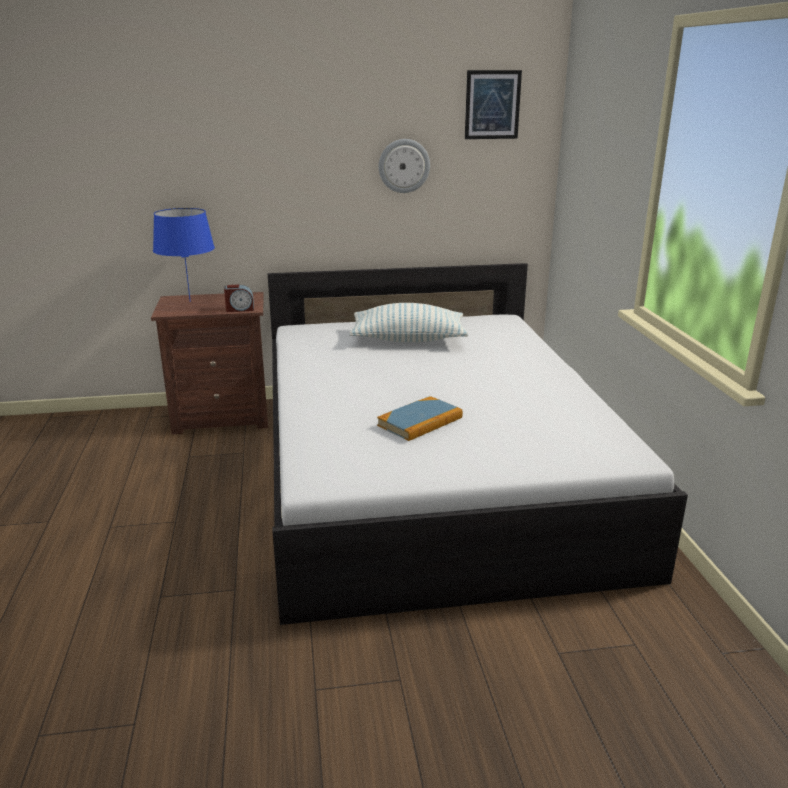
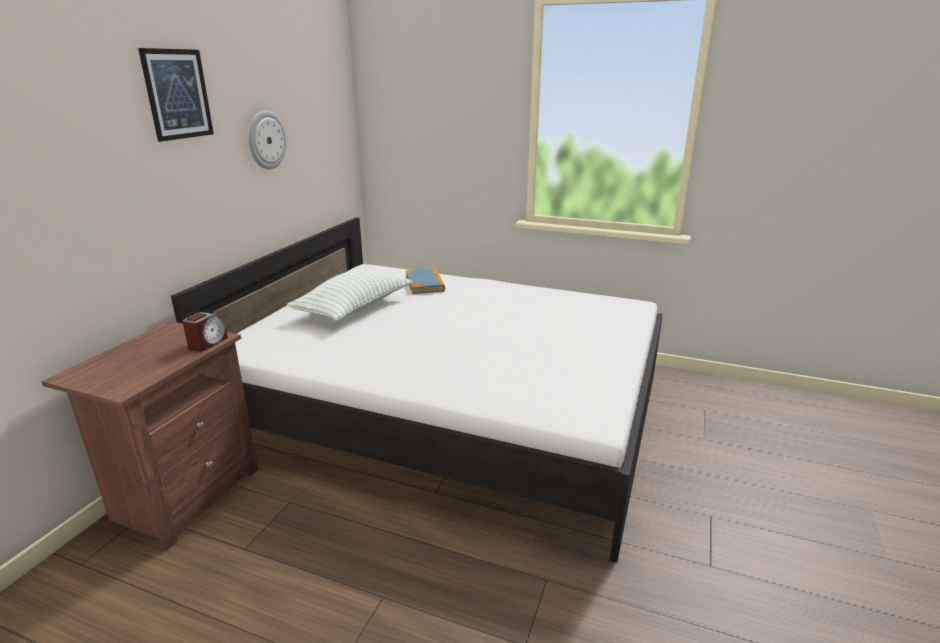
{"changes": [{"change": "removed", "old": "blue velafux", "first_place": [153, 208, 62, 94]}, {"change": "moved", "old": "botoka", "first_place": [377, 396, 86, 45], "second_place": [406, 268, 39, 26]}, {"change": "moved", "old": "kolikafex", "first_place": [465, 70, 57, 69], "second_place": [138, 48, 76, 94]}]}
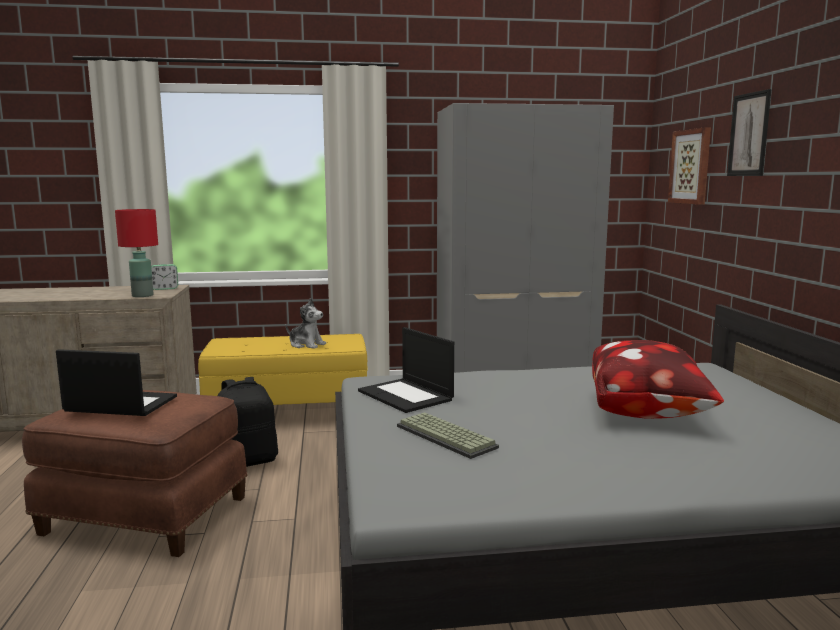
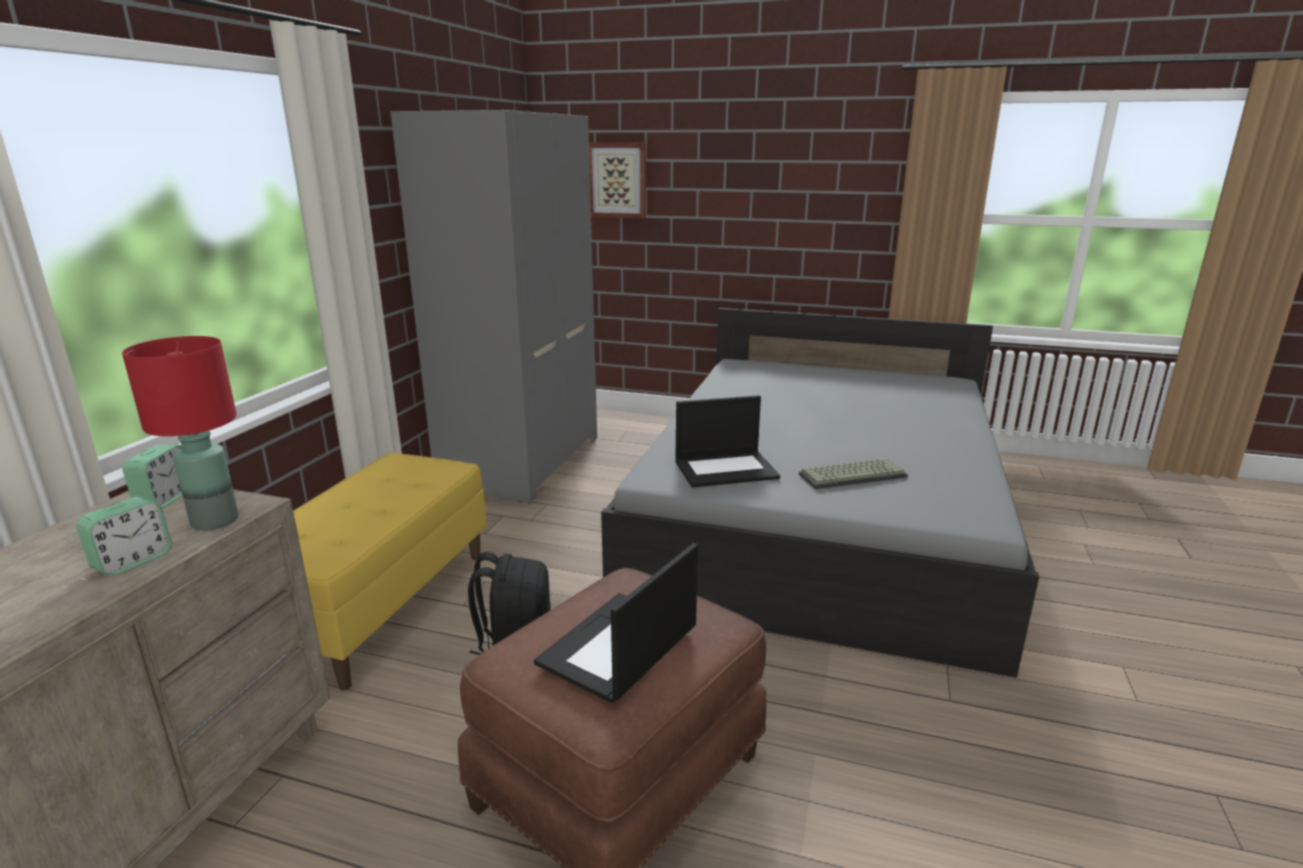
{"changes": [{"change": "removed", "old": "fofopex", "first_place": [286, 298, 40, 51]}, {"change": "removed", "old": "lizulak", "first_place": [592, 340, 132, 79]}, {"change": "removed", "old": "kolikafex", "first_place": [727, 89, 44, 87]}, {"change": "added", "new": "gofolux", "second_place": [76, 496, 96, 80]}]}
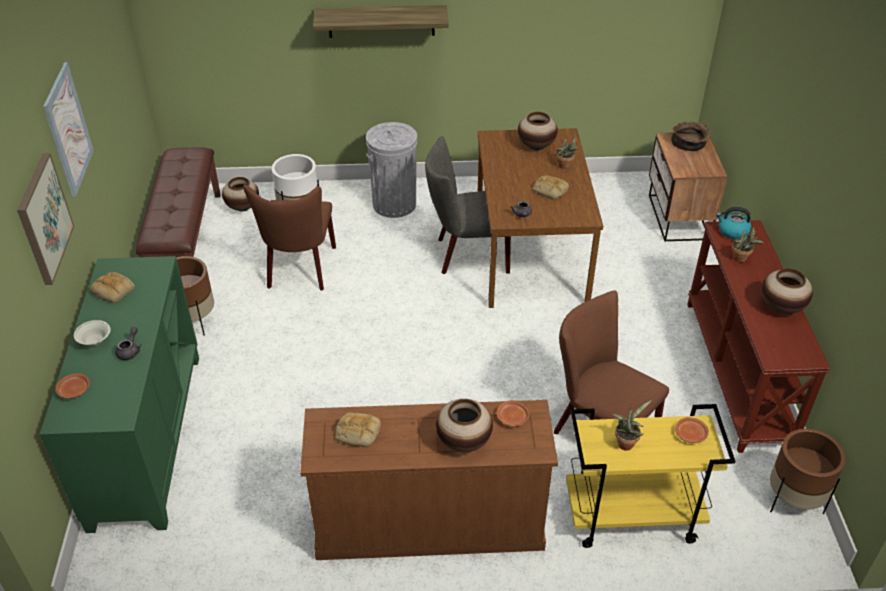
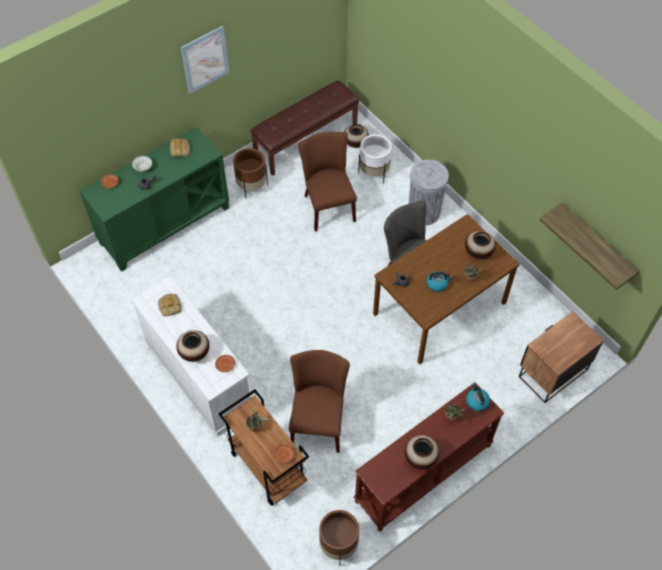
{"changes": [{"change": "removed", "old": "kolikafex", "first_place": [17, 153, 57, 132]}, {"change": "removed", "old": "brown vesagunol", "first_place": [671, 122, 40, 29]}, {"change": "moved", "old": "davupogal", "first_place": [313, 5, 136, 33], "second_place": [539, 203, 100, 87]}, {"change": "replaced", "old": "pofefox", "new": "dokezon", "first_place": [533, 176, 36, 24], "second_place": [426, 271, 26, 21]}, {"change": "recoloured", "old": "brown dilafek", "new": "white dilafek", "first_place": [300, 400, 258, 160], "second_place": [131, 276, 119, 160]}, {"change": "recoloured", "old": "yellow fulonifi", "new": "brown fulonifi", "first_place": [566, 404, 170, 144], "second_place": [218, 389, 91, 117]}, {"change": "turned", "old": "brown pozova", "first_place": [243, 184, 93, 107], "second_place": [298, 132, 59, 100], "degrees": 105}]}
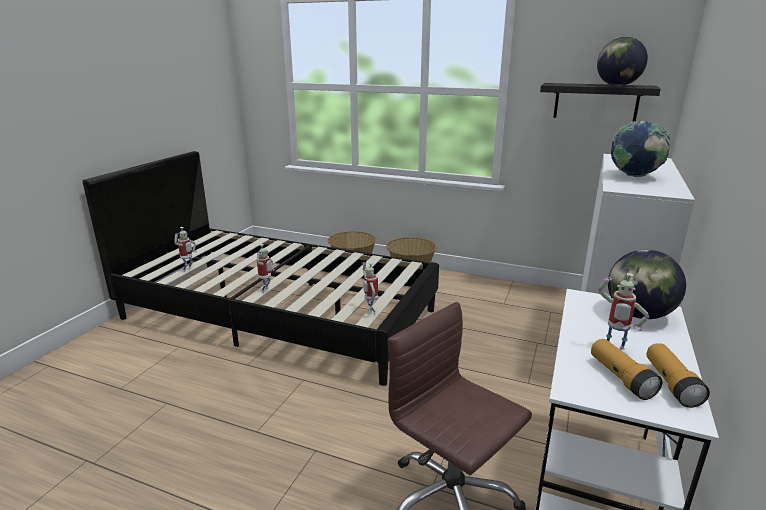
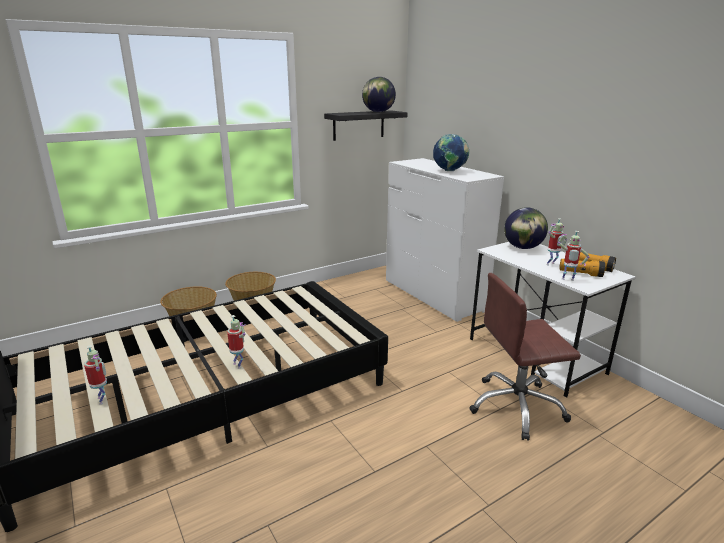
{"changes": [{"change": "moved", "old": "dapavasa", "first_place": [361, 262, 17, 53], "second_place": [558, 231, 31, 50]}]}
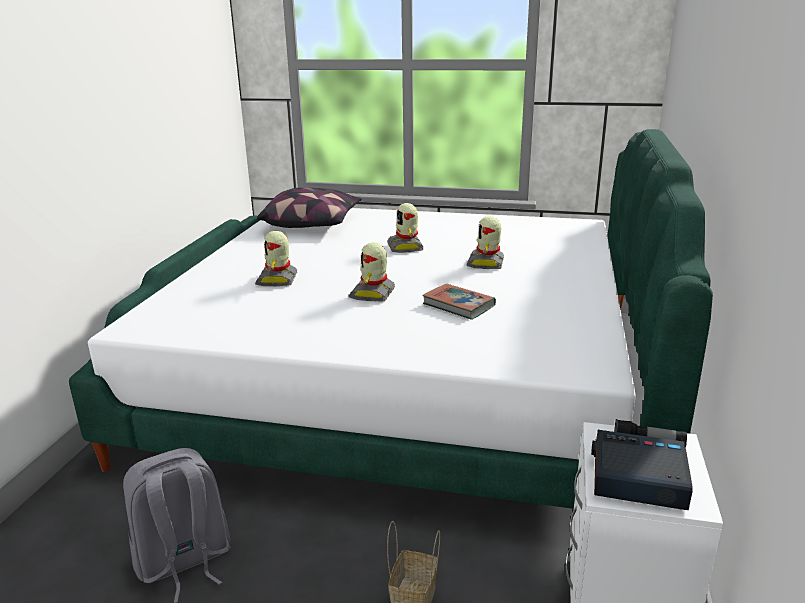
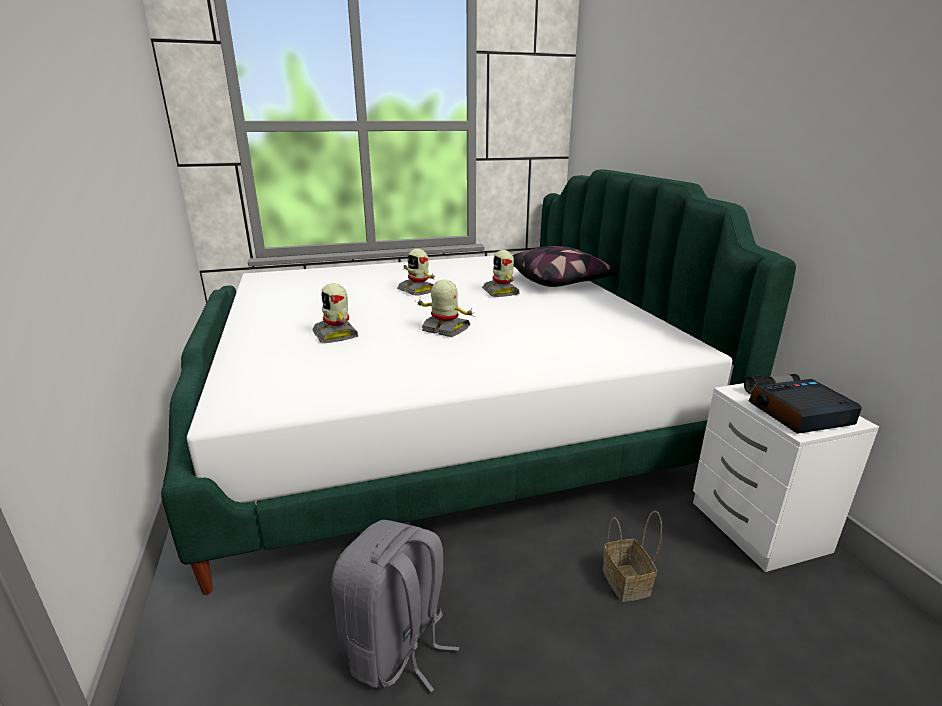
{"changes": [{"change": "removed", "old": "botoka", "first_place": [422, 284, 74, 36]}, {"change": "moved", "old": "lizulak", "first_place": [257, 187, 105, 41], "second_place": [513, 246, 106, 41]}, {"change": "turned", "old": "dapavasa", "first_place": [348, 242, 47, 59], "second_place": [416, 279, 58, 58], "degrees": 135}]}
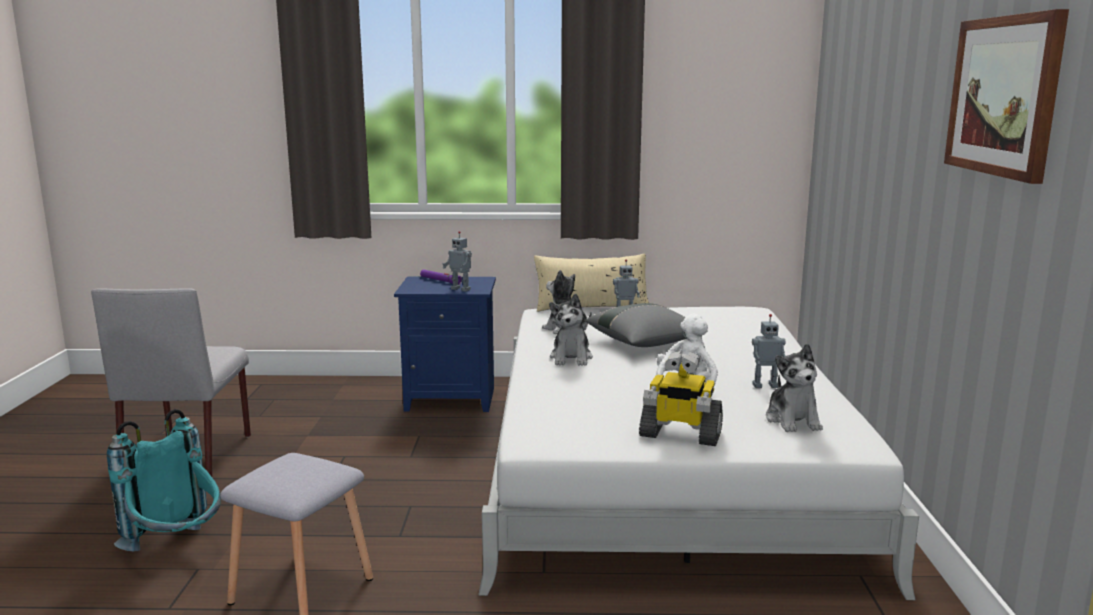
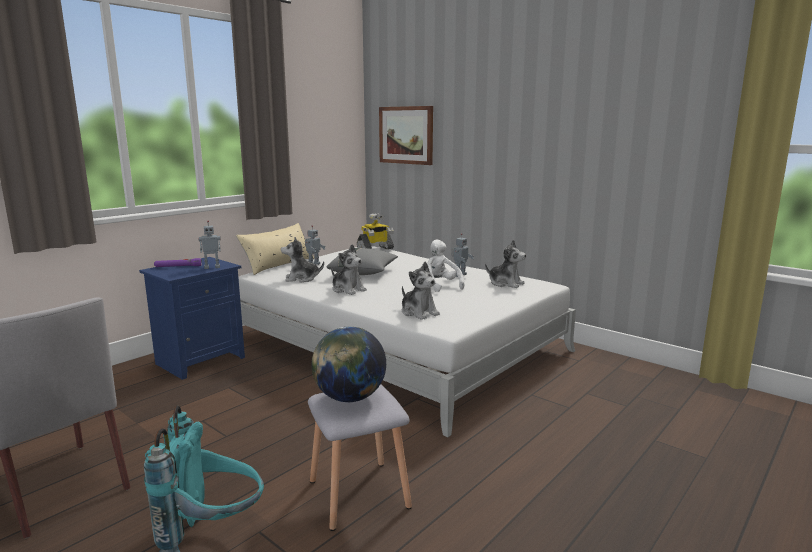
{"changes": [{"change": "added", "new": "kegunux", "second_place": [312, 327, 74, 75]}, {"change": "added", "new": "fofopex", "second_place": [402, 262, 38, 58]}, {"change": "moved", "old": "dapavasa", "first_place": [639, 351, 84, 95], "second_place": [357, 213, 37, 36]}, {"change": "moved", "old": "kolikafex", "first_place": [944, 9, 125, 175], "second_place": [379, 106, 54, 59]}]}
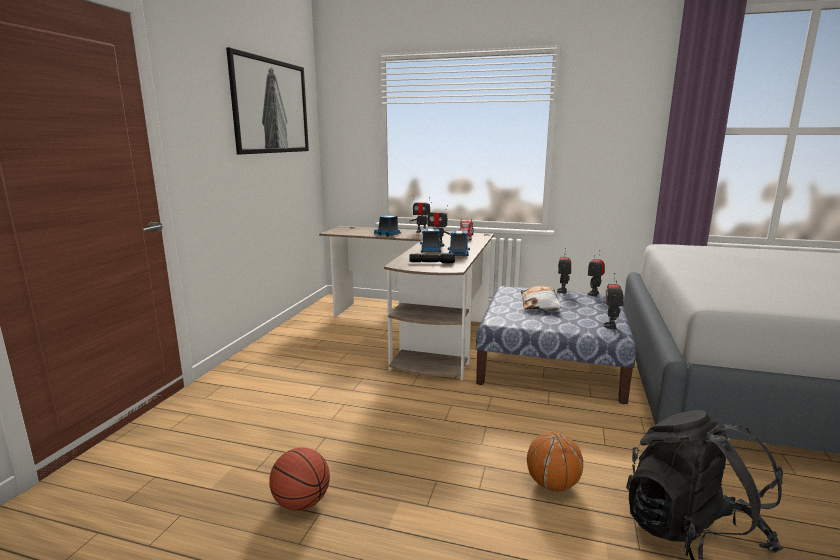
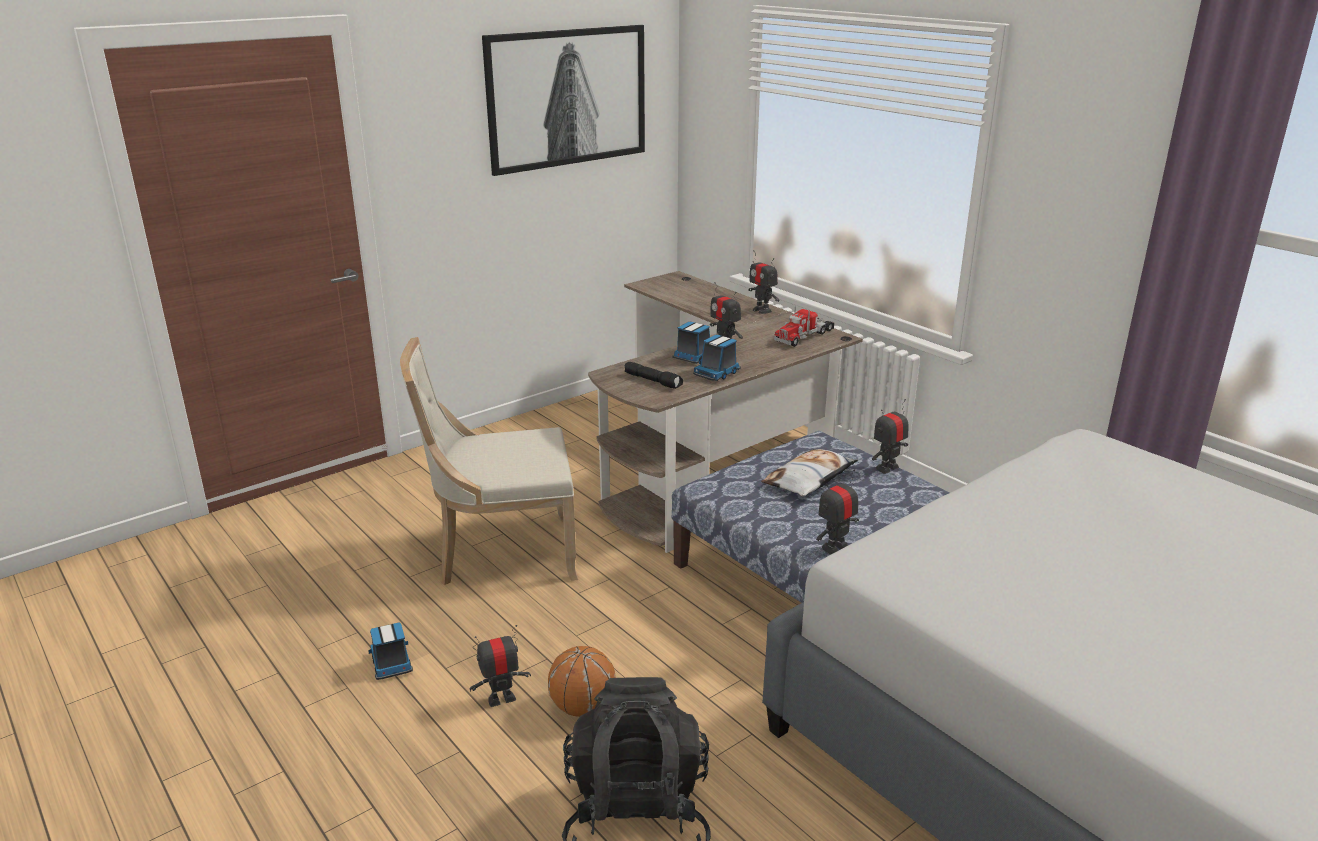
{"changes": [{"change": "removed", "old": "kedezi", "first_place": [269, 448, 61, 63]}, {"change": "added", "new": "beige pozova", "second_place": [400, 337, 178, 248]}, {"change": "moved", "old": "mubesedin", "first_place": [374, 215, 27, 22], "second_place": [368, 622, 45, 58]}, {"change": "moved", "old": "dapavasa", "first_place": [587, 252, 18, 45], "second_place": [469, 625, 62, 82]}]}
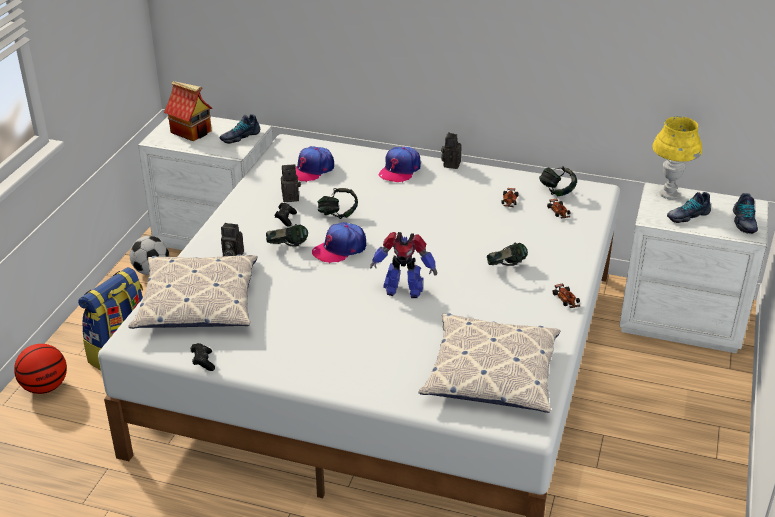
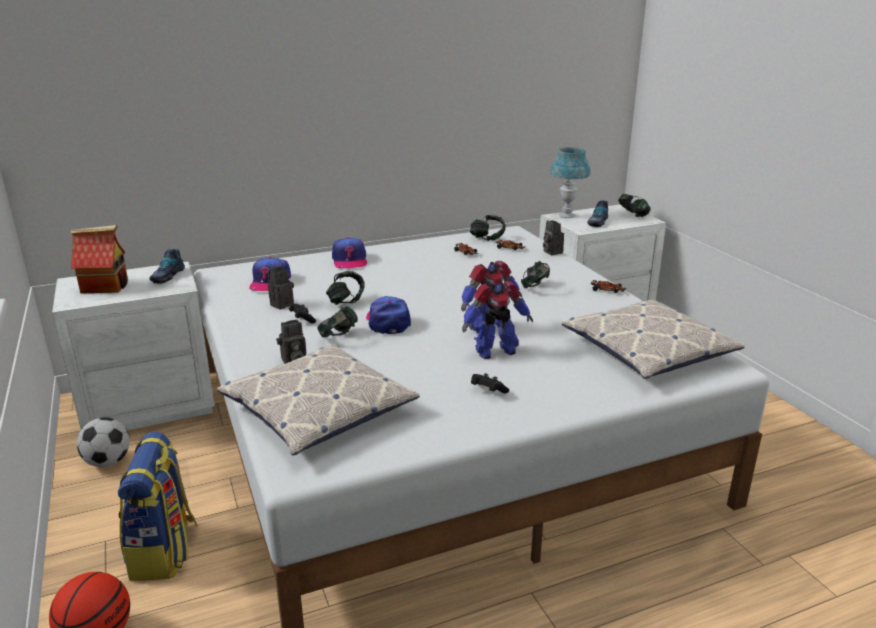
{"changes": [{"change": "added", "new": "dapavasa", "second_place": [462, 281, 71, 78]}, {"change": "moved", "old": "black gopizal", "first_place": [191, 343, 24, 28], "second_place": [471, 373, 38, 21]}, {"change": "moved", "old": "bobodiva", "first_place": [441, 132, 21, 37], "second_place": [543, 220, 21, 35]}, {"change": "replaced", "old": "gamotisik", "new": "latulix", "first_place": [733, 193, 25, 41], "second_place": [618, 194, 33, 23]}, {"change": "recoloured", "old": "yellow velafux", "new": "blue velafux", "first_place": [652, 116, 50, 83], "second_place": [550, 147, 41, 71]}, {"change": "turned", "old": "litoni", "first_place": [312, 222, 54, 42], "second_place": [366, 296, 45, 38], "degrees": 150}]}
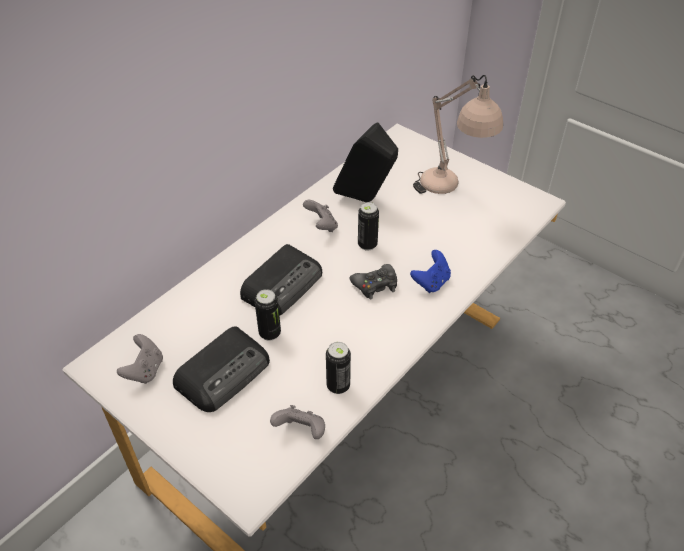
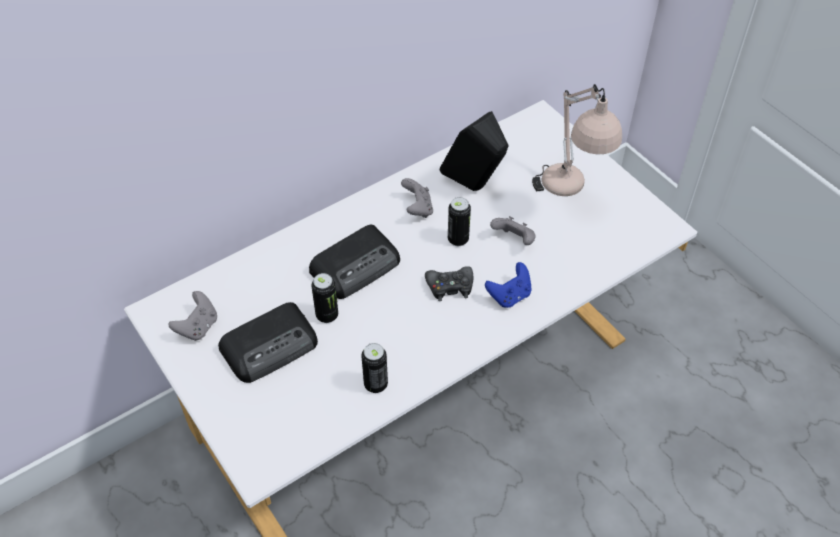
{"changes": [{"change": "moved", "old": "grey gopizal", "first_place": [270, 405, 55, 34], "second_place": [490, 216, 46, 29]}]}
